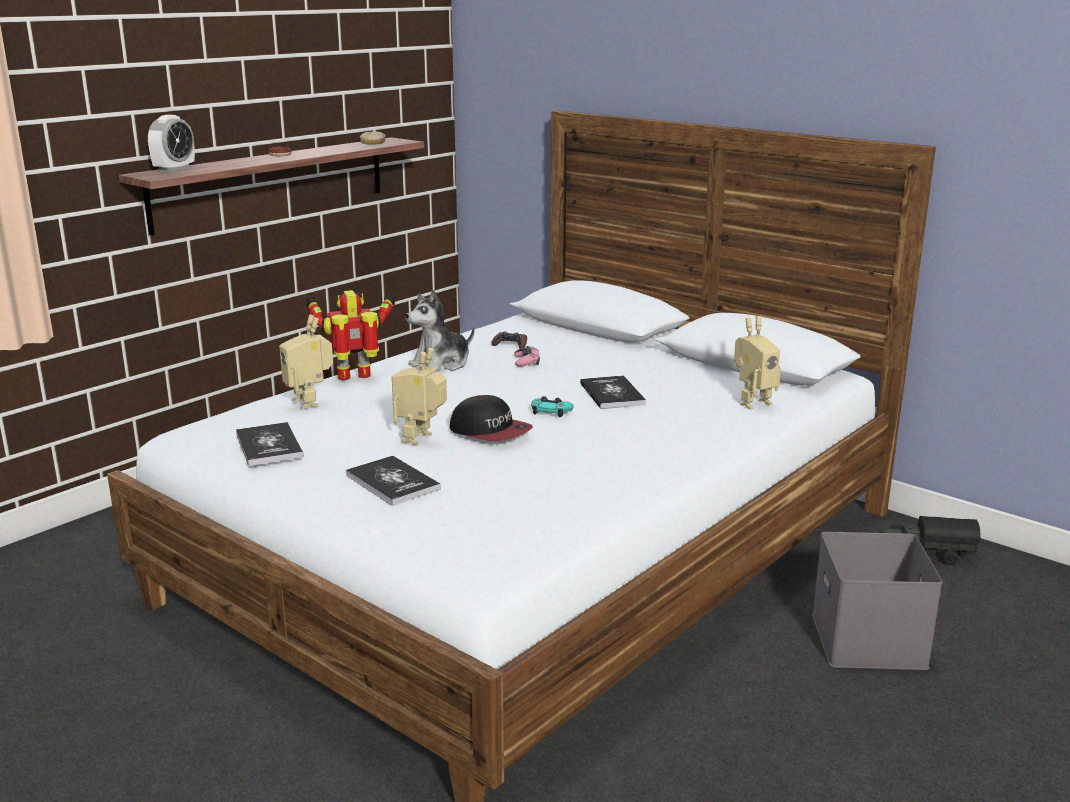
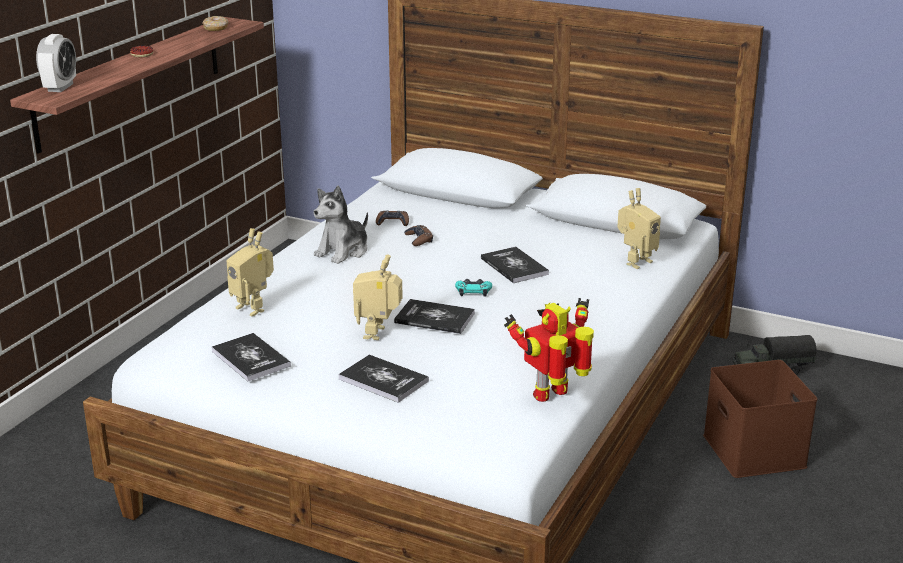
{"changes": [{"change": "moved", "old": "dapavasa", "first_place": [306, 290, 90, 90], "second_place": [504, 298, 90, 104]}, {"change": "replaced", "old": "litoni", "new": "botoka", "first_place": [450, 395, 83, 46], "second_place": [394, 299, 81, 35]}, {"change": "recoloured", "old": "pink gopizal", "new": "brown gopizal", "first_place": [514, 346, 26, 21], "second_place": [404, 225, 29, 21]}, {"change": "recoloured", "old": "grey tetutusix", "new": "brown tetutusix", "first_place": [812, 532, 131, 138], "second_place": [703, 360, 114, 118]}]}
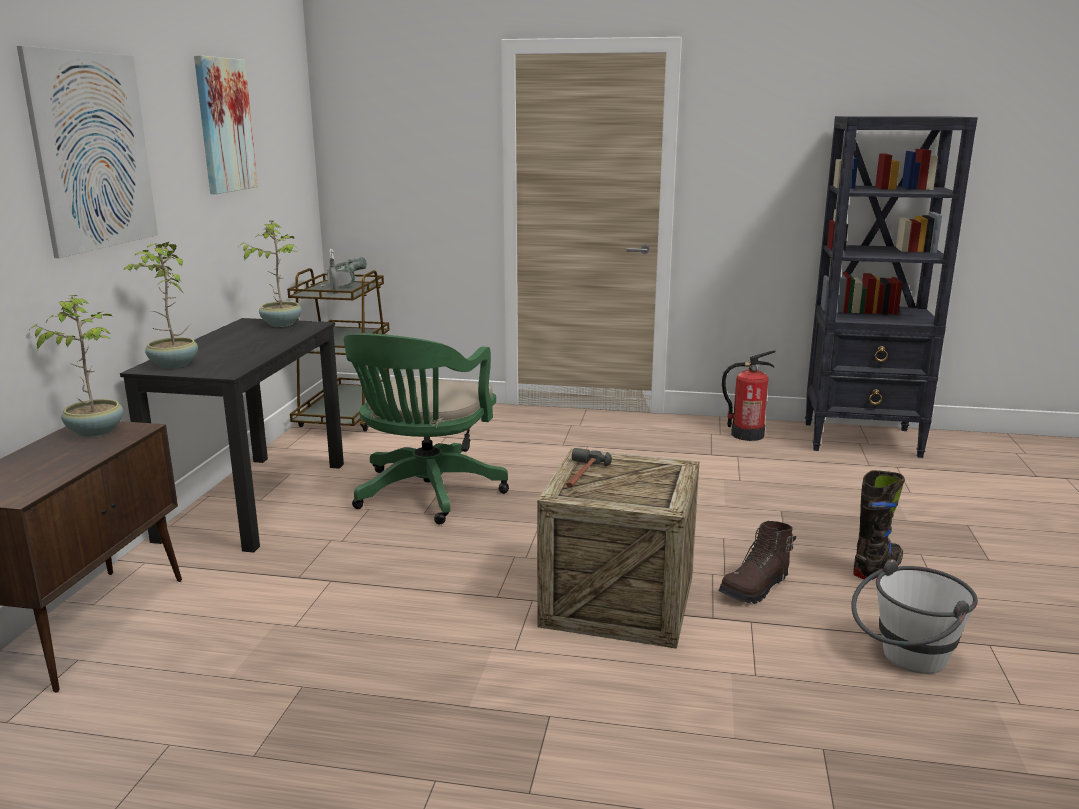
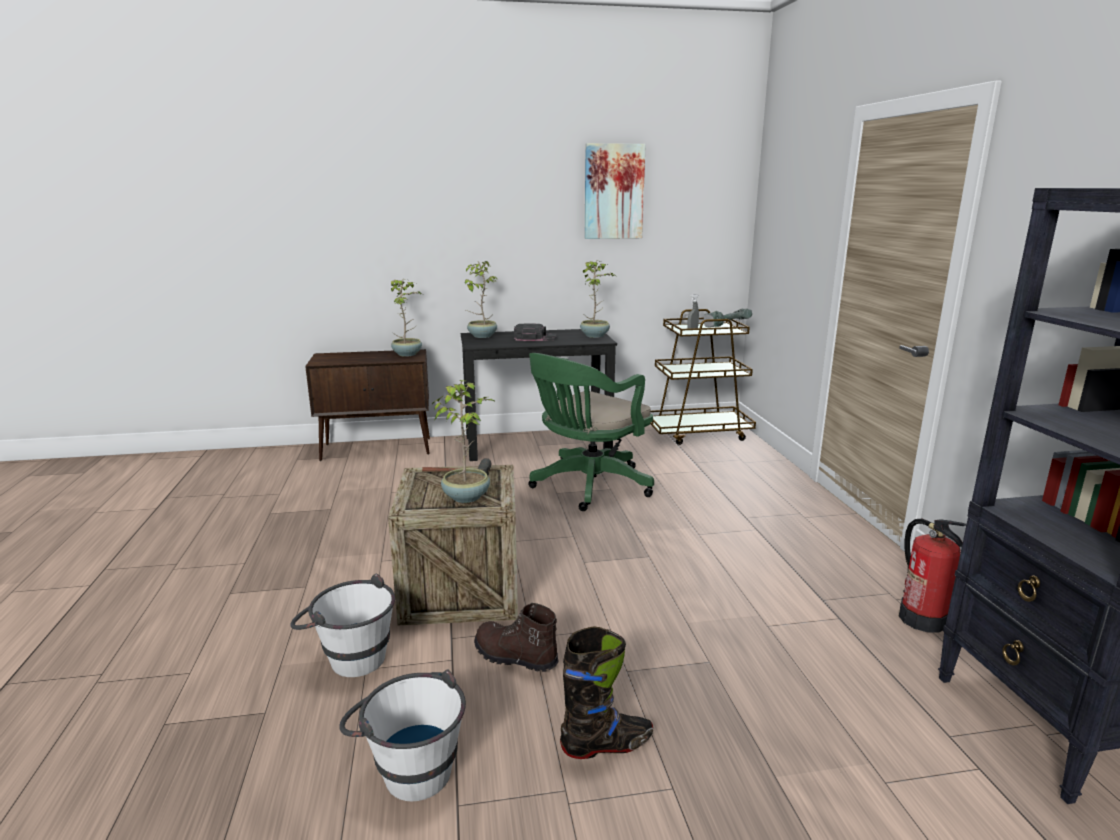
{"changes": [{"change": "removed", "old": "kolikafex", "first_place": [17, 46, 141, 212]}, {"change": "added", "new": "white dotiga", "second_place": [290, 574, 105, 103]}, {"change": "added", "new": "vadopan", "second_place": [432, 380, 62, 123]}, {"change": "added", "new": "black litoni", "second_place": [514, 323, 42, 18]}, {"change": "turned", "old": "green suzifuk", "first_place": [344, 333, 165, 191], "second_place": [528, 353, 126, 158], "degrees": -45}, {"change": "turned", "old": "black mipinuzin", "first_place": [853, 470, 52, 110], "second_place": [560, 626, 93, 133], "degrees": -45}]}
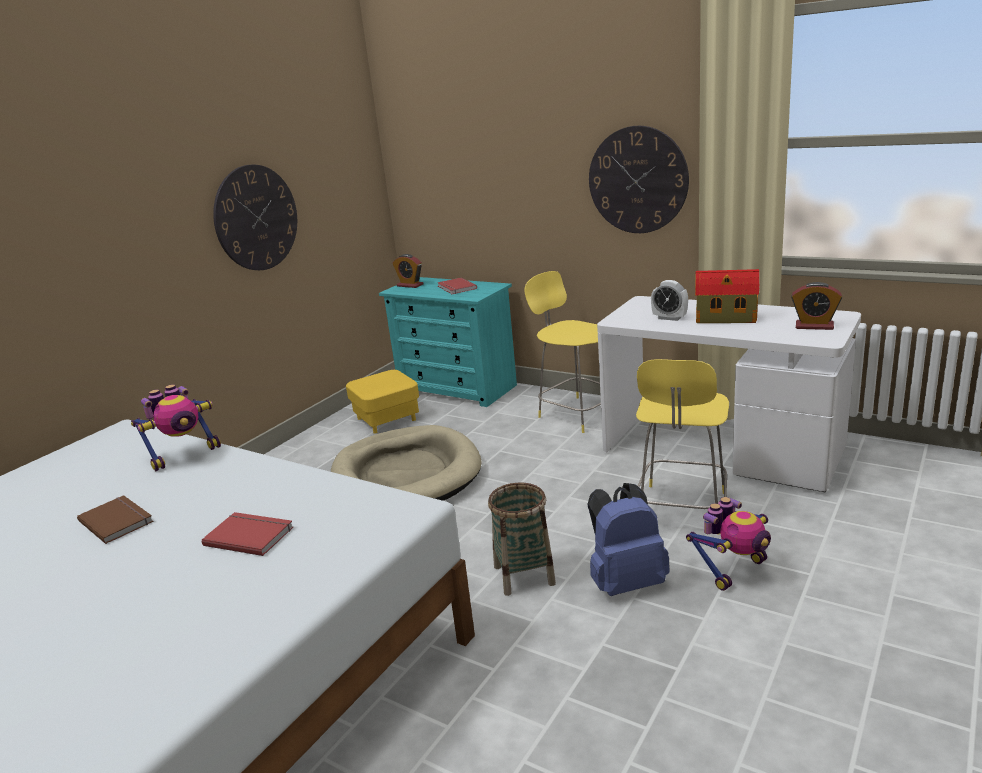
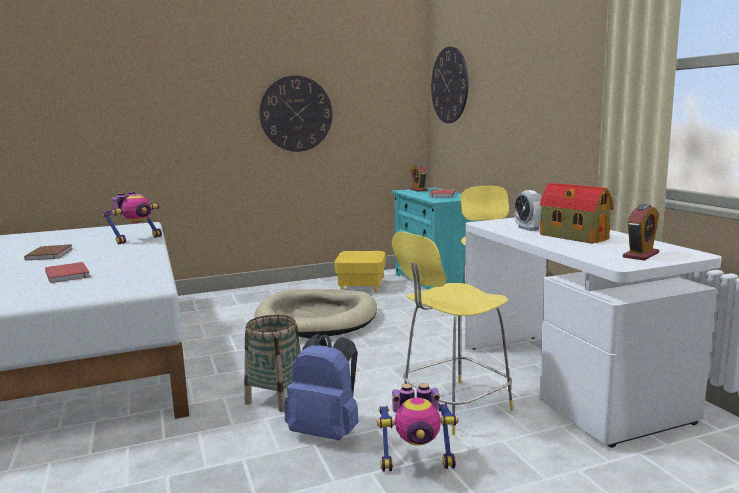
{"changes": [{"change": "moved", "old": "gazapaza", "first_place": [589, 126, 100, 107], "second_place": [431, 46, 38, 77]}, {"change": "turned", "old": "dapavasa", "first_place": [131, 384, 90, 87], "second_place": [102, 192, 60, 52], "degrees": -45}, {"change": "turned", "old": "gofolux", "first_place": [791, 282, 51, 48], "second_place": [623, 204, 36, 56], "degrees": -105}]}
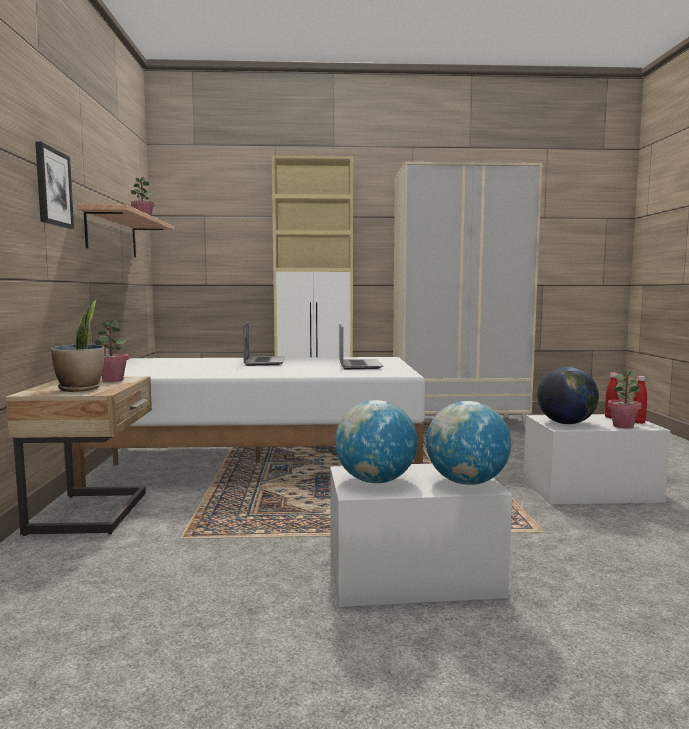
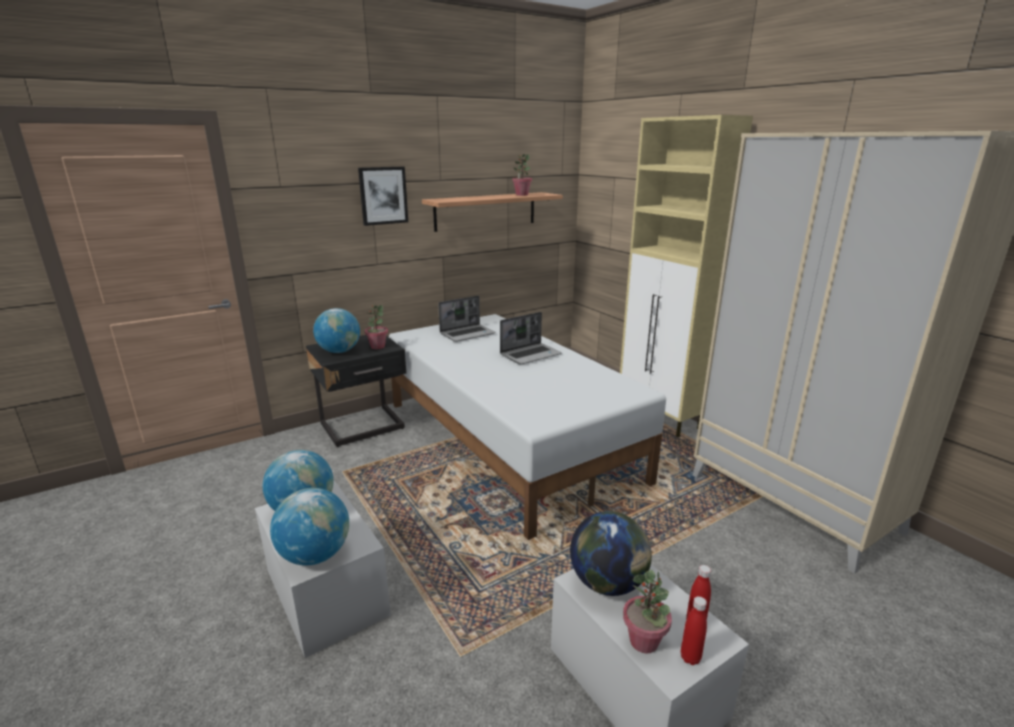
{"changes": [{"change": "moved", "old": "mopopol", "first_place": [339, 324, 44, 45], "second_place": [438, 296, 58, 46]}, {"change": "replaced", "old": "vadopan", "new": "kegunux", "first_place": [51, 300, 53, 92], "second_place": [313, 308, 47, 45]}, {"change": "recoloured", "old": "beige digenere", "new": "black digenere", "first_place": [6, 377, 146, 159], "second_place": [306, 335, 100, 112]}]}
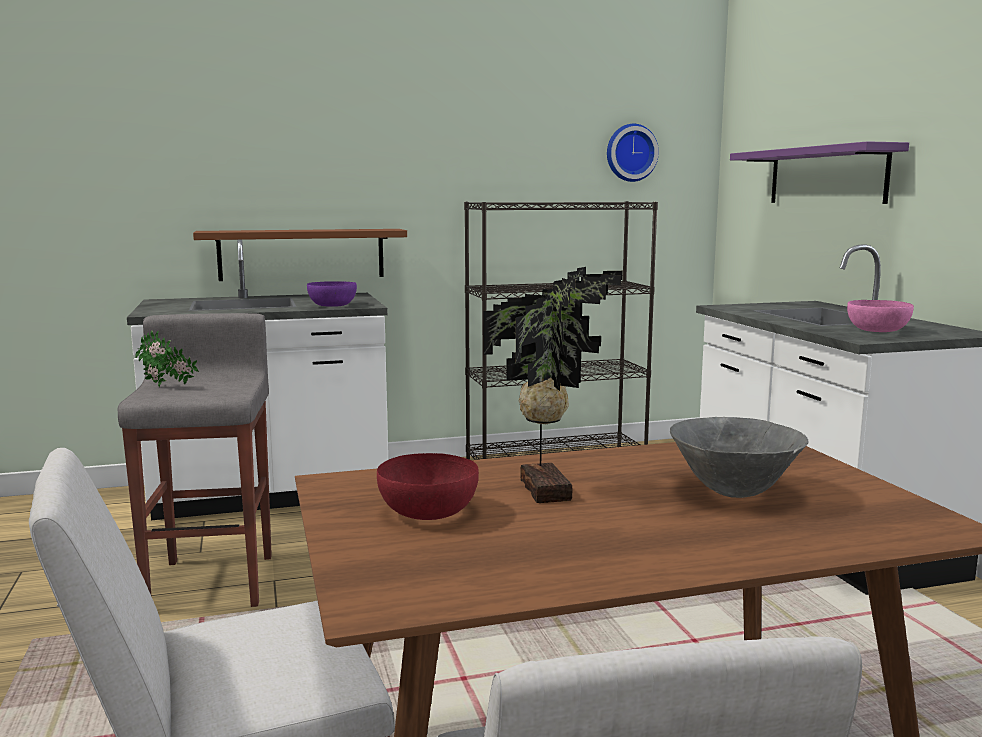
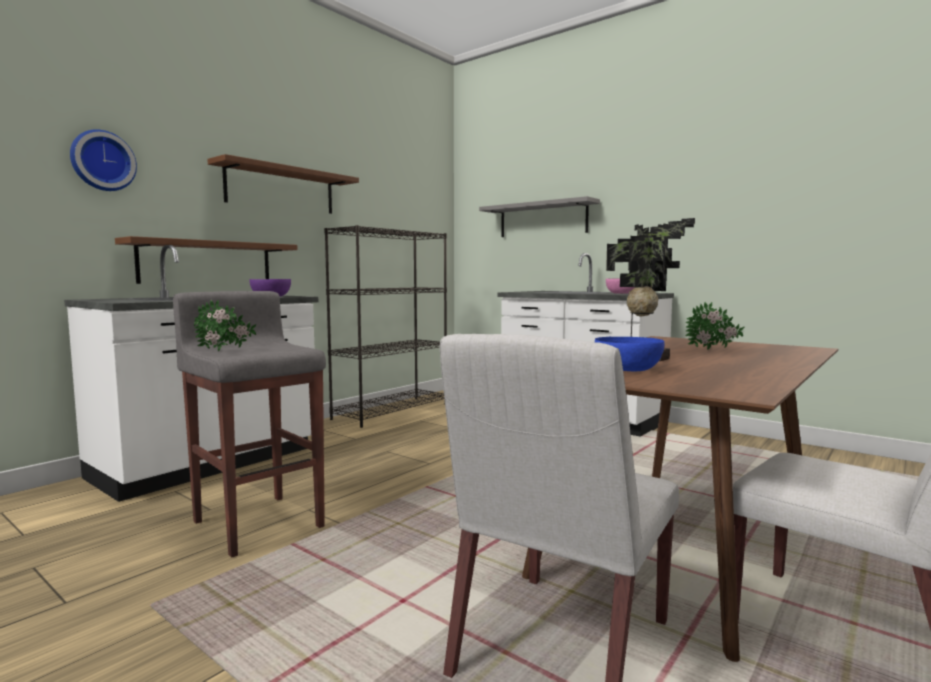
{"changes": [{"change": "added", "new": "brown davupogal", "second_place": [207, 154, 152, 60]}, {"change": "moved", "old": "gazapaza", "first_place": [607, 124, 52, 58], "second_place": [70, 129, 67, 62]}, {"change": "replaced", "old": "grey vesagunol", "new": "vadopan", "first_place": [670, 417, 139, 81], "second_place": [686, 302, 59, 48]}, {"change": "recoloured", "old": "red vesagunol", "new": "blue vesagunol", "first_place": [377, 453, 102, 67], "second_place": [595, 337, 69, 34]}, {"change": "recoloured", "old": "purple davupogal", "new": "grey davupogal", "first_place": [730, 141, 179, 63], "second_place": [479, 196, 121, 41]}]}
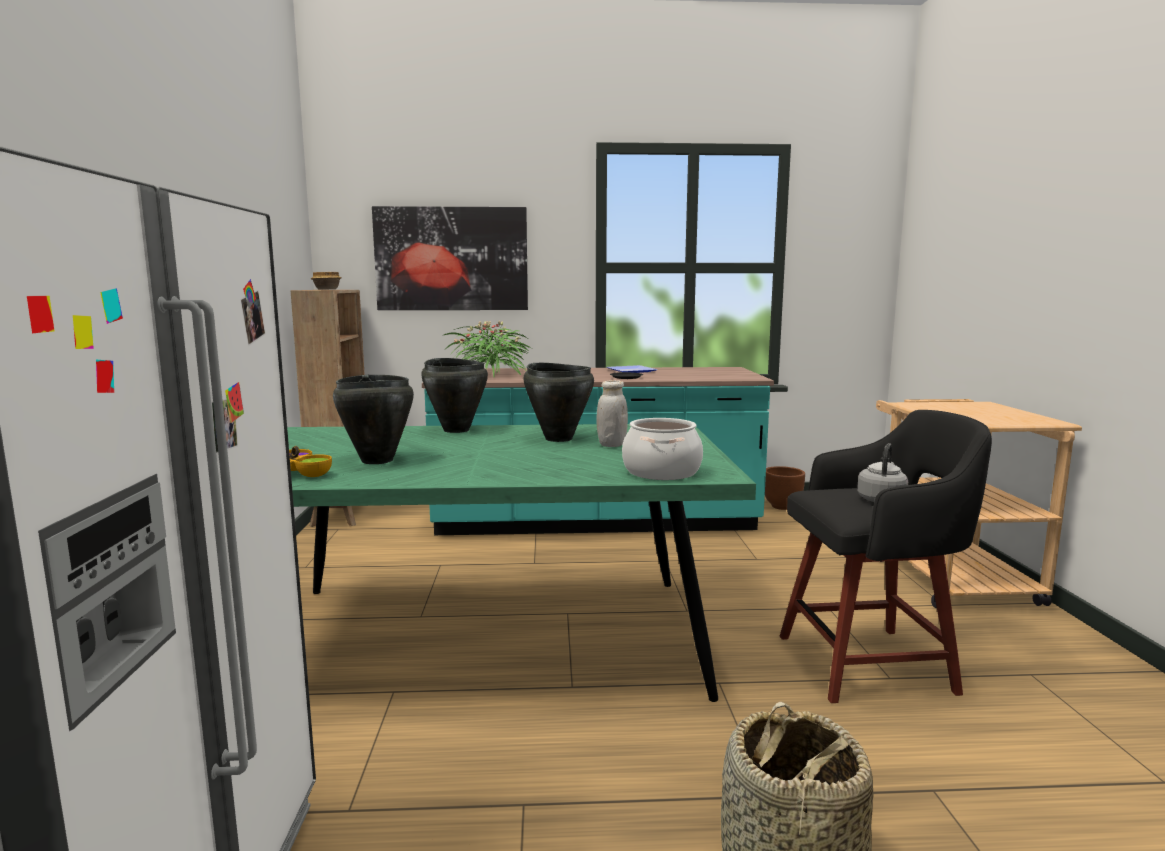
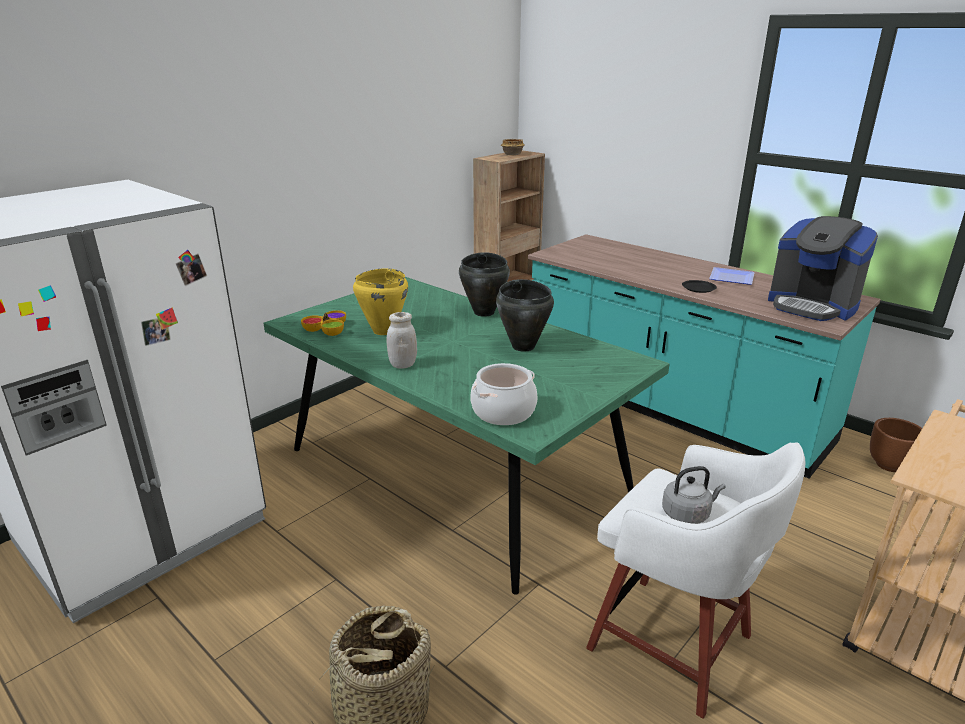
{"changes": [{"change": "removed", "old": "kolikafex", "first_place": [372, 206, 156, 104]}, {"change": "removed", "old": "vadopan", "first_place": [444, 321, 87, 56]}, {"change": "added", "new": "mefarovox", "second_place": [768, 216, 110, 105]}, {"change": "moved", "old": "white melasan", "first_place": [596, 380, 32, 67], "second_place": [387, 312, 30, 57]}, {"change": "recoloured", "old": "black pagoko", "new": "yellow pagoko", "first_place": [333, 375, 81, 89], "second_place": [353, 268, 55, 67]}, {"change": "recoloured", "old": "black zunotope", "new": "white zunotope", "first_place": [780, 410, 212, 293], "second_place": [586, 442, 219, 277]}]}
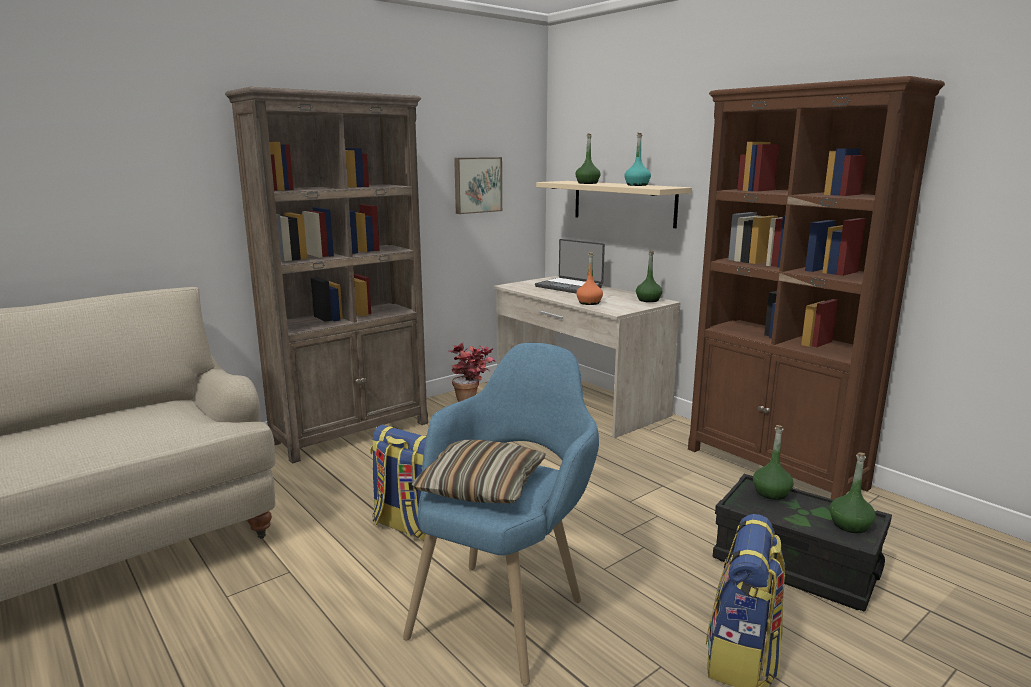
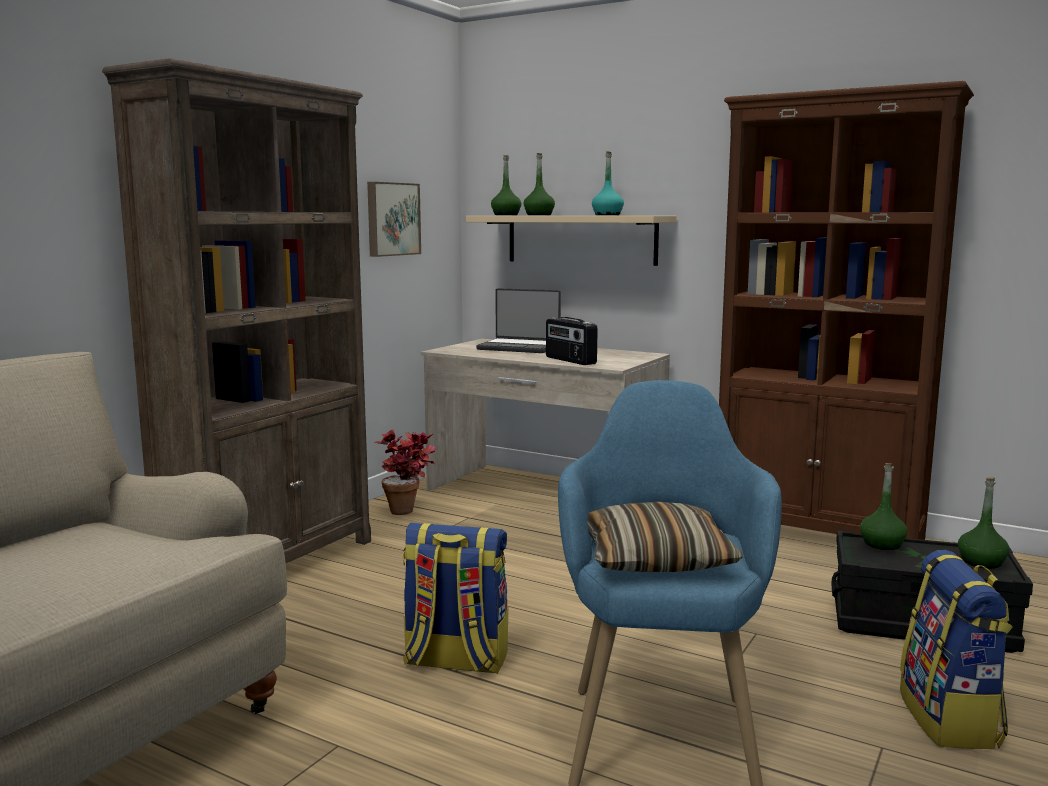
{"changes": [{"change": "moved", "old": "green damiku", "first_place": [636, 250, 26, 52], "second_place": [491, 155, 30, 60]}, {"change": "replaced", "old": "orange damiku", "new": "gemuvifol", "first_place": [576, 252, 27, 53], "second_place": [546, 317, 52, 48]}]}
